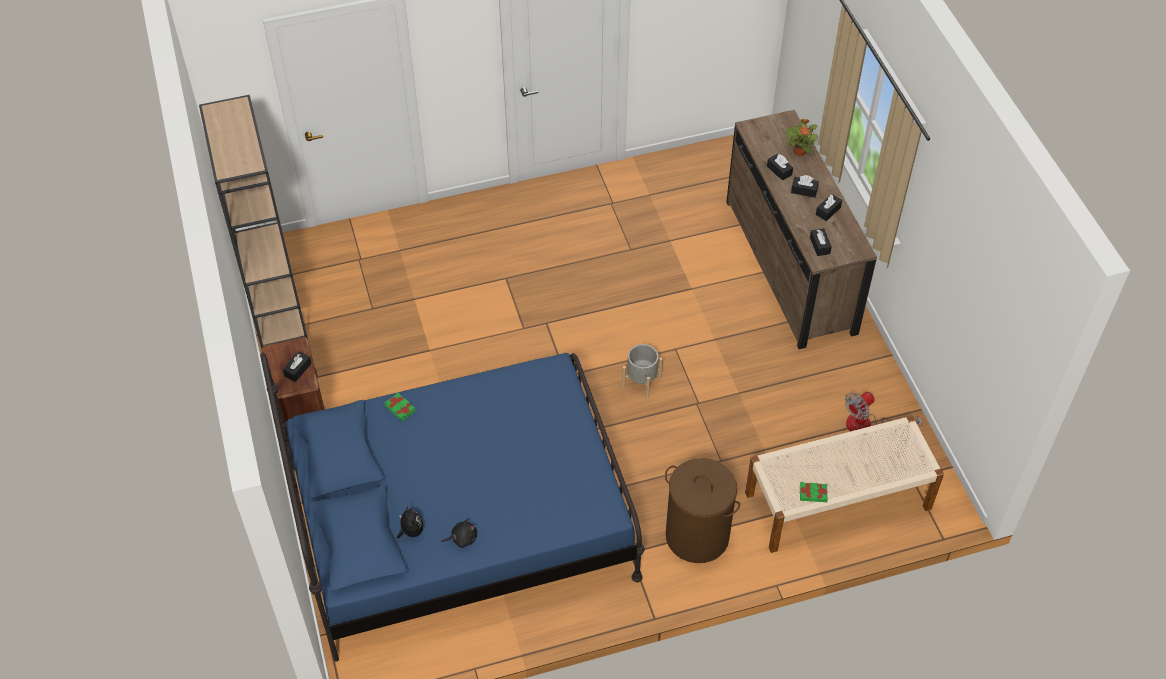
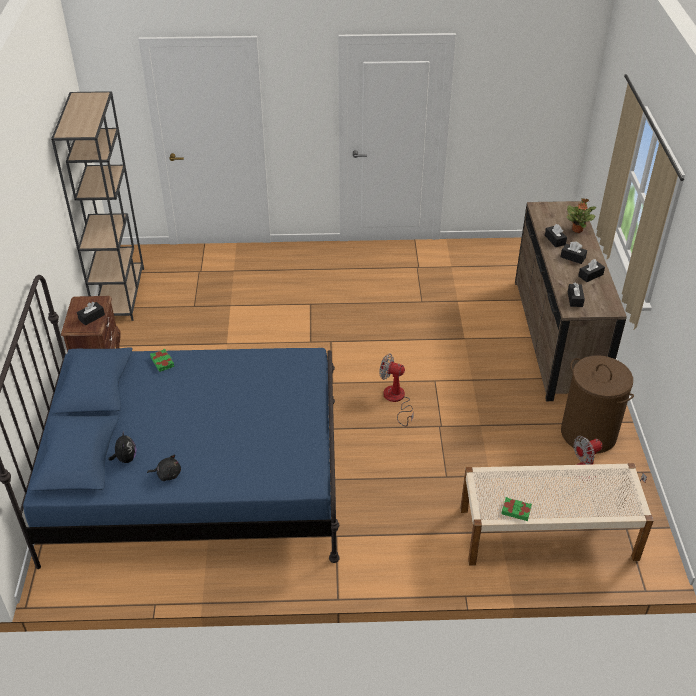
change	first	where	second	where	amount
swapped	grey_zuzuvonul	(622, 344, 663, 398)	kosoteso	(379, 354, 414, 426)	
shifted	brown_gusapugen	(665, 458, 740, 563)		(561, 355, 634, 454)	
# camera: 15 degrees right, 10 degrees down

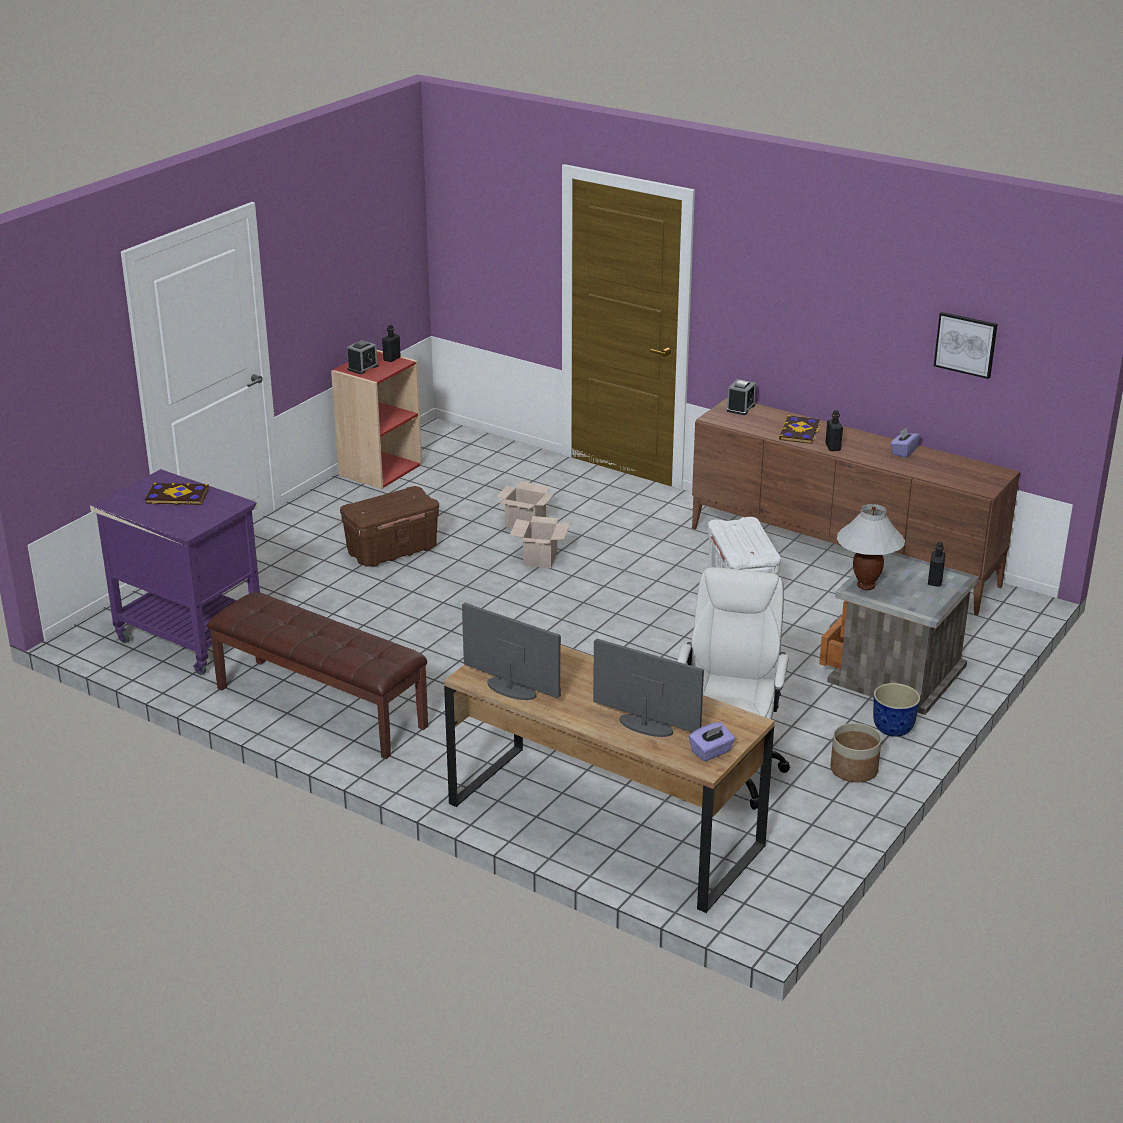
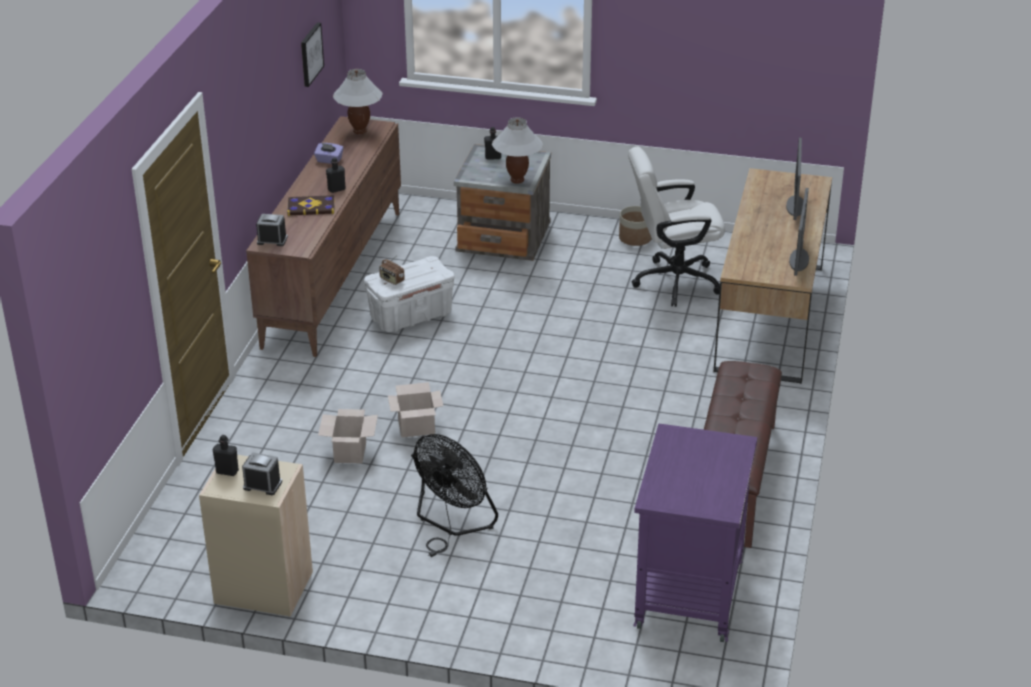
change	first	where	second	where	amount
repainted	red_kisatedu	(331, 350, 422, 489)	beige_kisatedu	(199, 455, 313, 616)	
gone	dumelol	(145, 483, 209, 505)			
swapped	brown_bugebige	(340, 486, 439, 567)	black_kosoteso	(411, 434, 498, 557)	
gone	zuzuvonul	(873, 683, 920, 737)			
gone	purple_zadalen	(689, 722, 735, 761)			
new			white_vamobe	(333, 69, 383, 134)	
new			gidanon	(379, 257, 405, 285)	
# camera: 110 degrees left, 5 degrees up

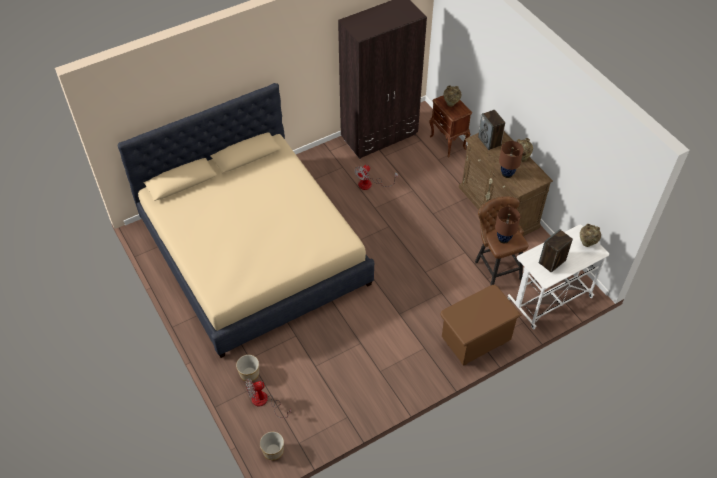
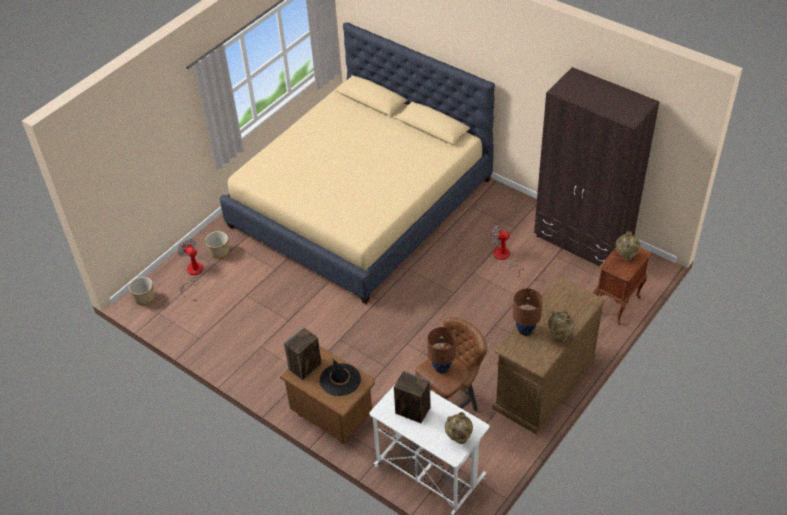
change	first	where	second	where	amount
shifted	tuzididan	(478, 110, 505, 150)		(284, 327, 322, 380)	
new			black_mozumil	(320, 357, 361, 396)	
# camera: 70 degrees right, 5 degrees down

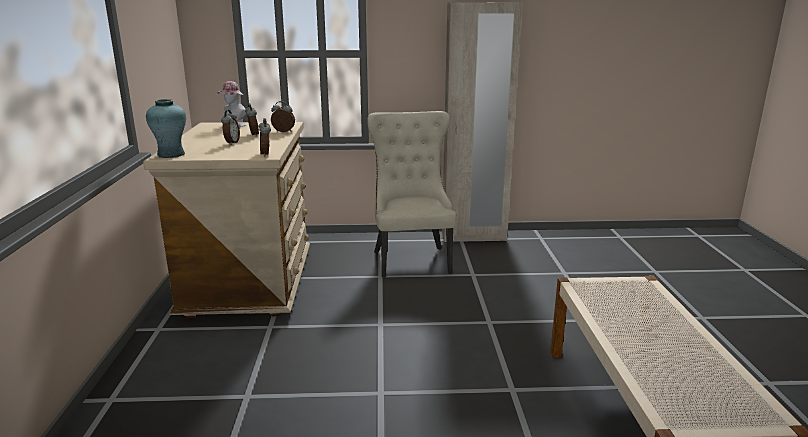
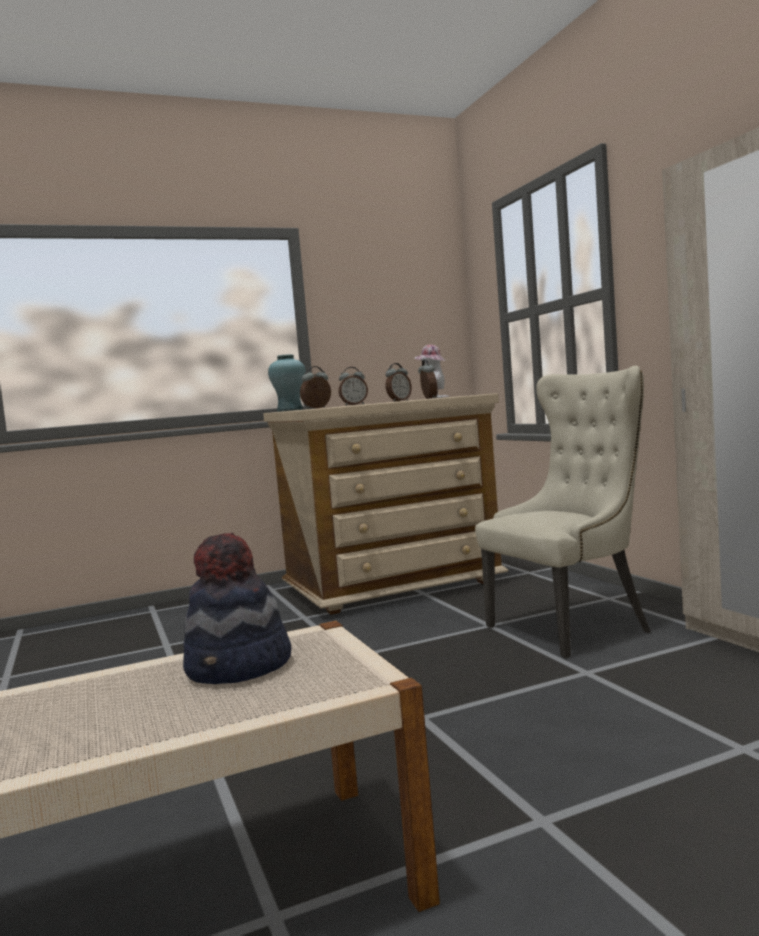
change	first	where	second	where	amount
new			mozumil	(183, 533, 291, 684)	
# camera: 70 degrees right, 15 degrees down

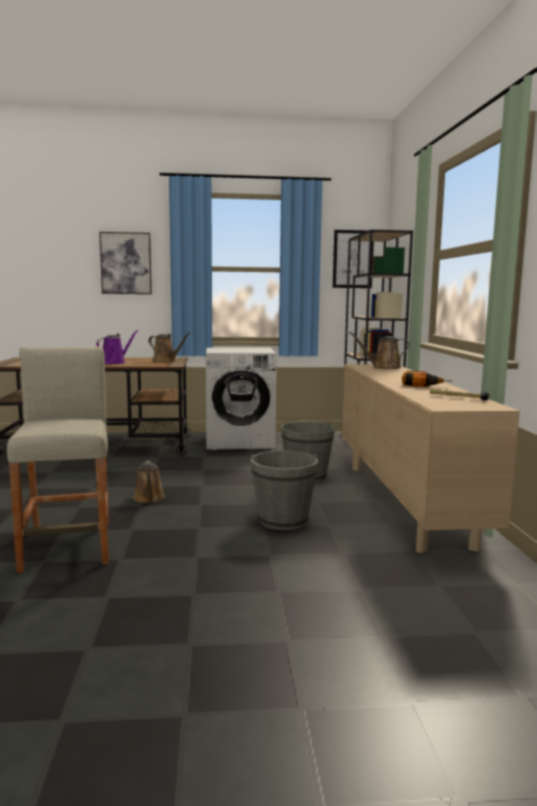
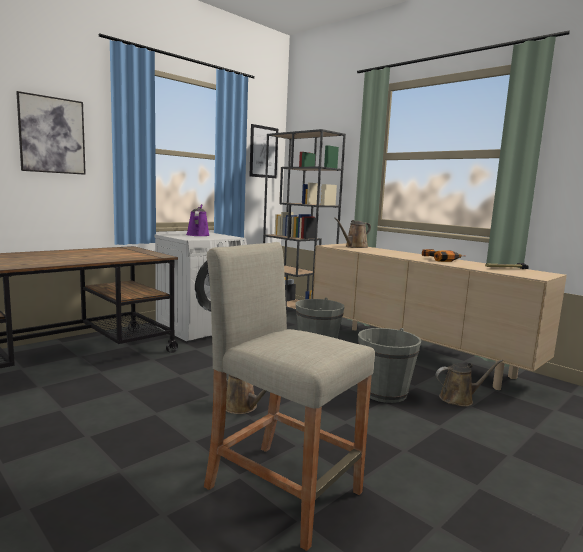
change	first	where	second	where	amount
shifted	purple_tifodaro	(96, 330, 138, 364)		(186, 204, 210, 236)	
shifted	brown_tifodaro	(149, 332, 191, 363)		(436, 360, 503, 406)	
# camera: 40 degrees left, 0 degrees up

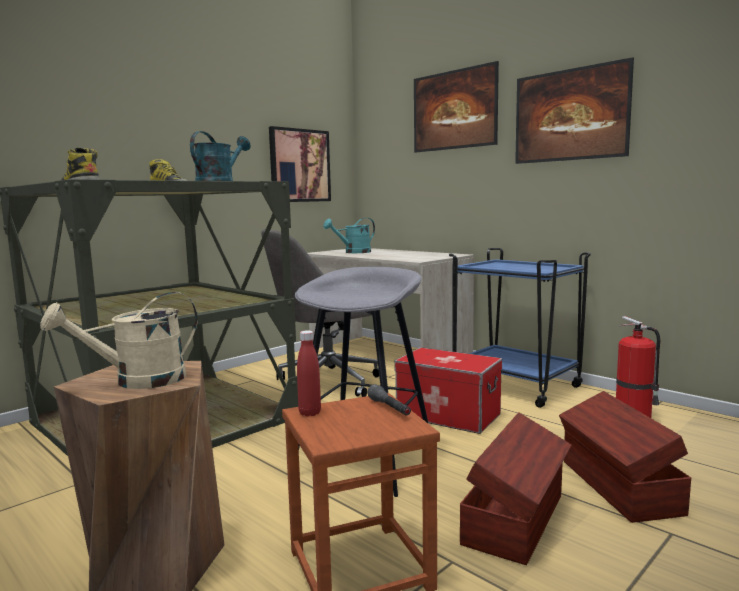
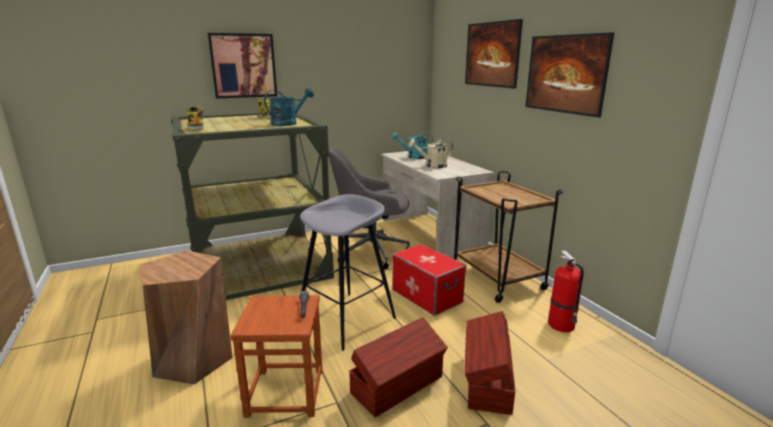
change	first	where	second	where	amount
shifted	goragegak	(269, 126, 331, 202)		(207, 33, 277, 99)	
repainted	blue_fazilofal	(449, 248, 591, 408)	brown_fazilofal	(454, 171, 563, 303)	
shifted	beige_tifodaro	(40, 292, 198, 389)		(409, 138, 453, 168)	
gone	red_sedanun	(297, 330, 321, 416)			
# camera: 20 degrees right, 10 degrees up

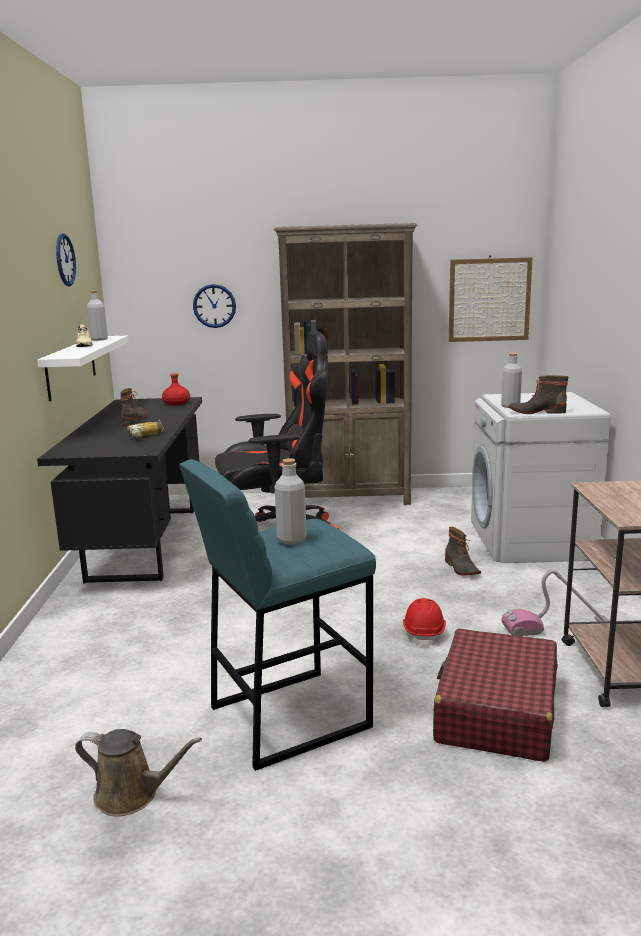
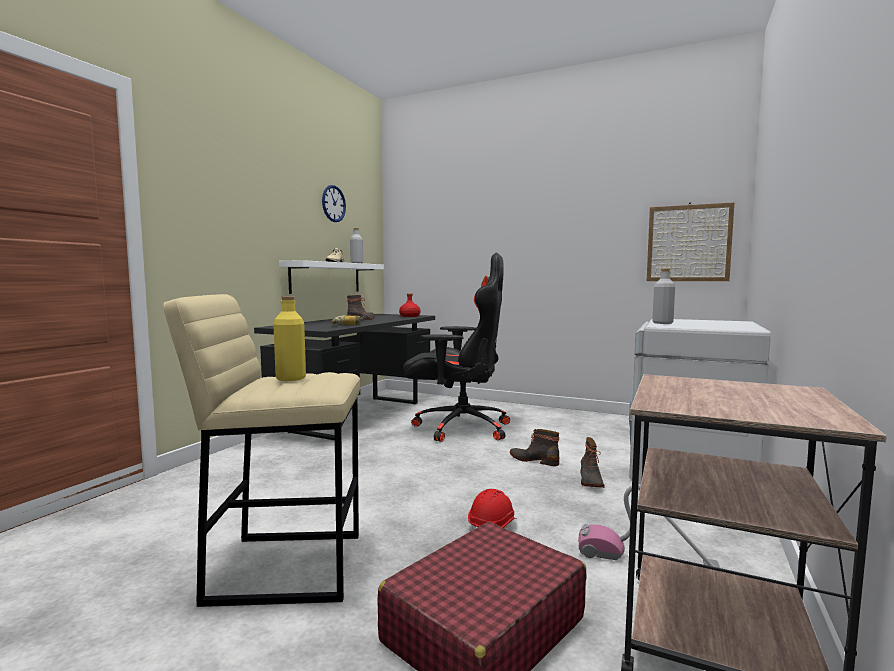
change	first	where	second	where	amount
gone	brown_kisatedu	(274, 223, 417, 505)			
gone	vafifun	(193, 284, 236, 328)			
shifted	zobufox	(509, 375, 568, 414)		(510, 429, 560, 466)	
repainted	grey_sedanun	(275, 458, 307, 544)	yellow_sedanun	(273, 296, 306, 381)	
repainted	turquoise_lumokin	(179, 459, 376, 771)	beige_lumokin	(163, 294, 361, 607)	
gone	brown_tifodaro	(75, 729, 202, 817)			
# camera: 25 degrees right, 10 degrees down

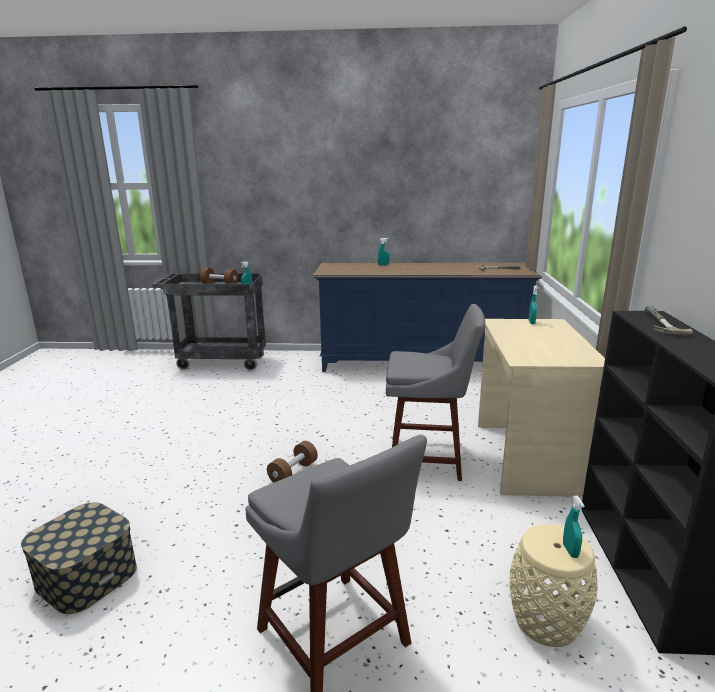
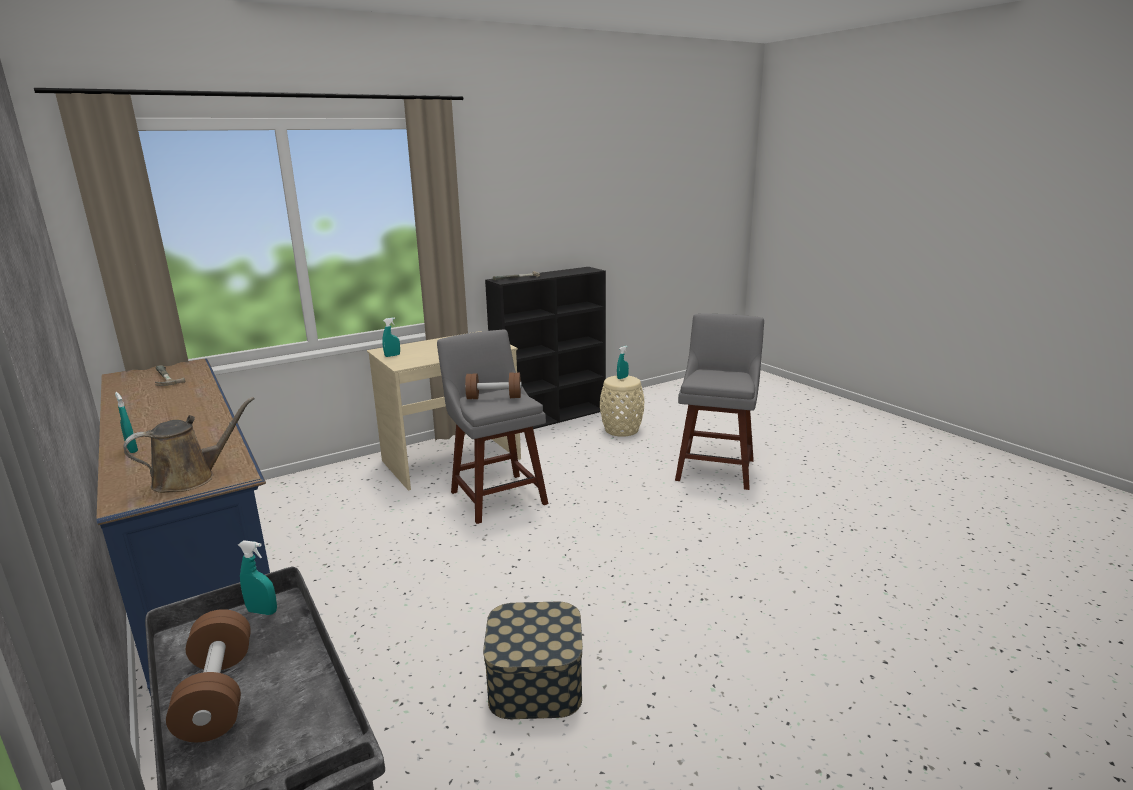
change	first	where	second	where	amount
shifted	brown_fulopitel	(267, 441, 318, 483)		(465, 373, 522, 399)	
shifted	bugebige	(21, 503, 137, 614)		(483, 602, 583, 719)	
new			brown_tifodaro	(124, 397, 254, 493)	
# camera: 125 degrees left, 0 degrees up

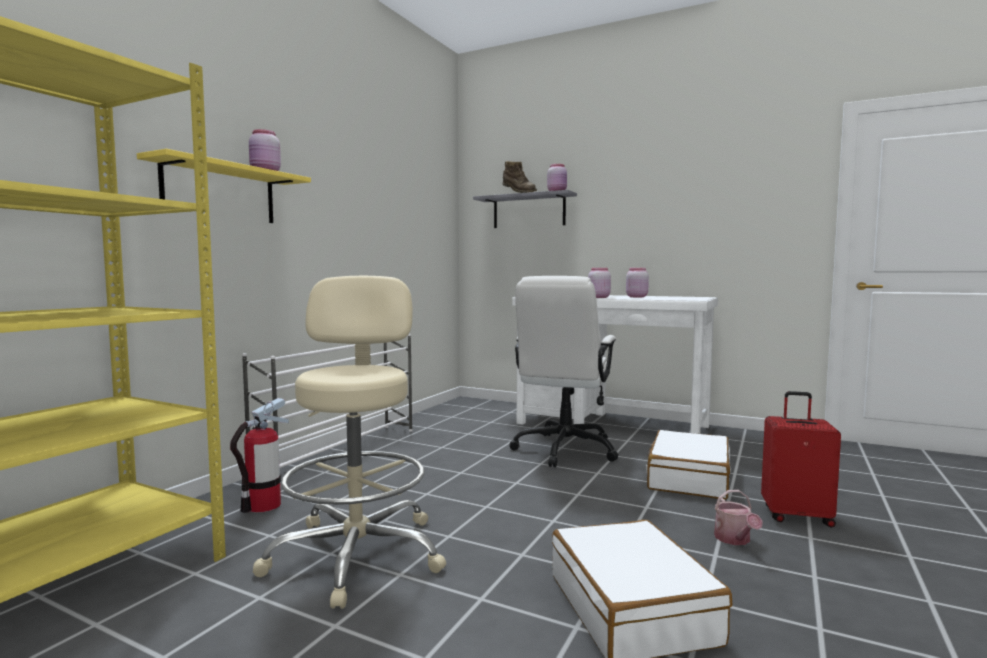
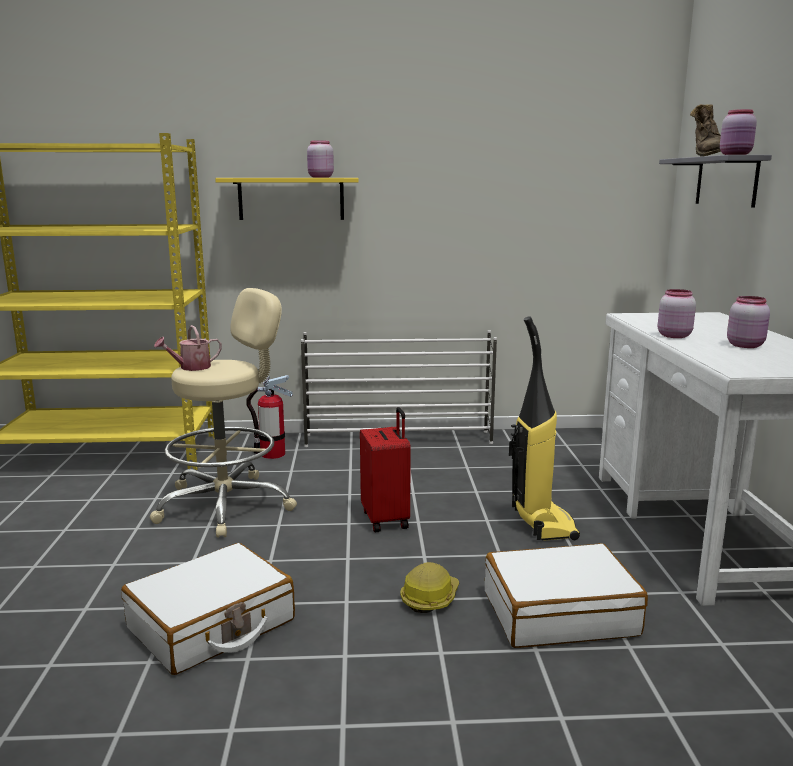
change	first	where	second	where	amount
swapped	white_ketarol	(509, 276, 618, 467)	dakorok	(509, 316, 580, 540)	
shifted	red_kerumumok	(761, 391, 841, 528)		(360, 407, 411, 532)	
shifted	tifodaro	(714, 490, 763, 545)		(154, 325, 222, 371)	
new			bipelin	(400, 562, 459, 613)	
# camera: 60 degrees right, 10 degrees up

